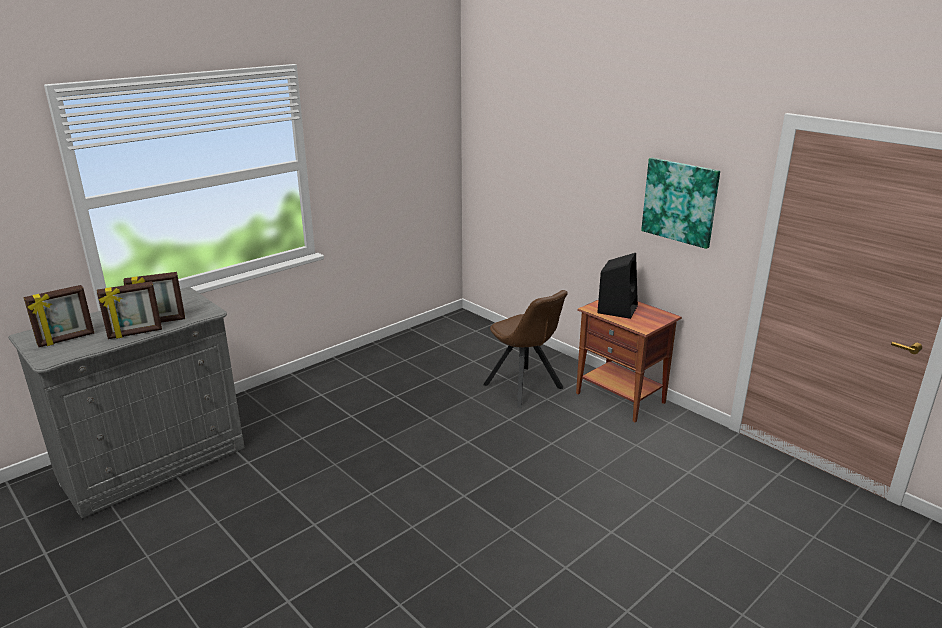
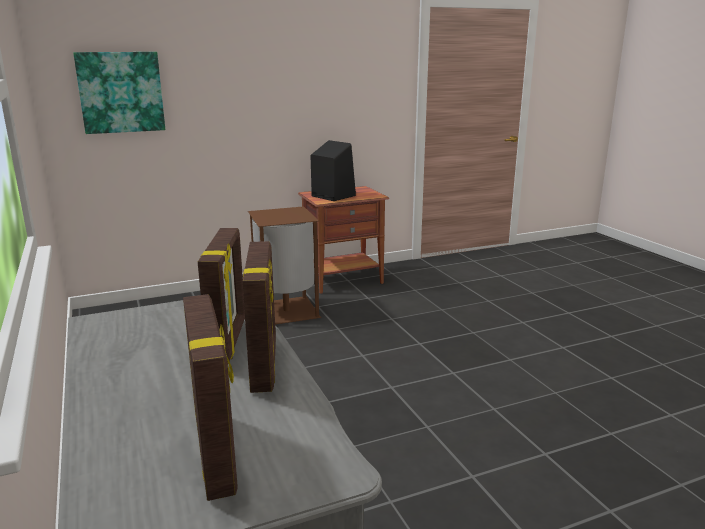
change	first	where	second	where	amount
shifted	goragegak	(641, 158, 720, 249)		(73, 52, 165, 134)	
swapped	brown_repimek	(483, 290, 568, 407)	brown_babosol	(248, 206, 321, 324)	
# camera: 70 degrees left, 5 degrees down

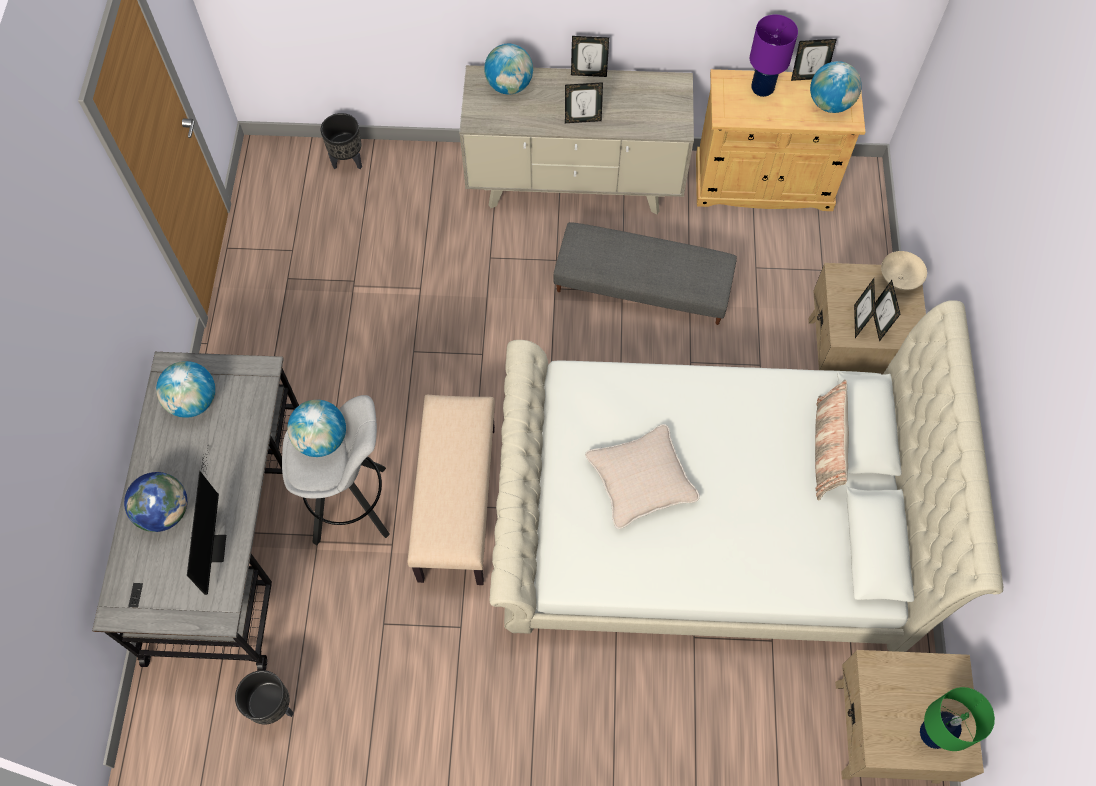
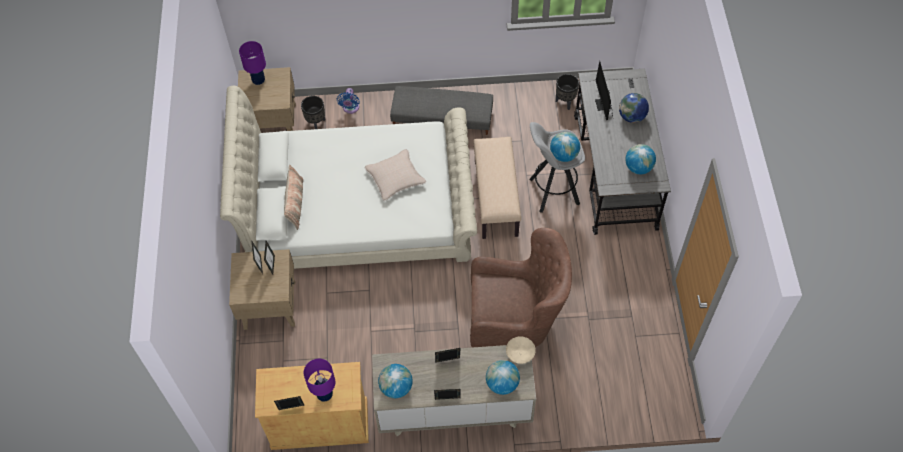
change	first	where	second	where	amount
shifted	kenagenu	(810, 61, 862, 113)		(378, 364, 413, 398)	
shifted	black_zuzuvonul	(321, 113, 362, 169)		(301, 96, 325, 129)	
shifted	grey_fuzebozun	(553, 222, 737, 325)		(390, 86, 493, 135)	
shifted	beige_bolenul	(881, 251, 927, 290)		(506, 336, 536, 364)	
repainted	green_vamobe	(920, 687, 995, 751)	purple_vamobe	(239, 41, 266, 85)	
new			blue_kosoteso	(337, 88, 360, 114)	
new			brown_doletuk	(470, 228, 572, 348)	
# camera: 175 degrees right, 5 degrees down

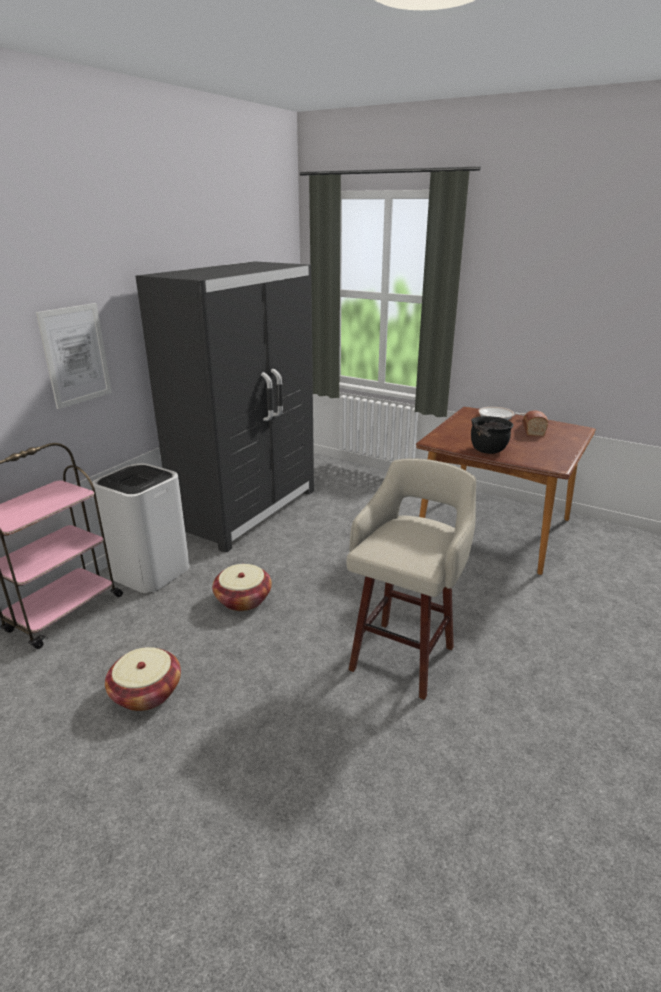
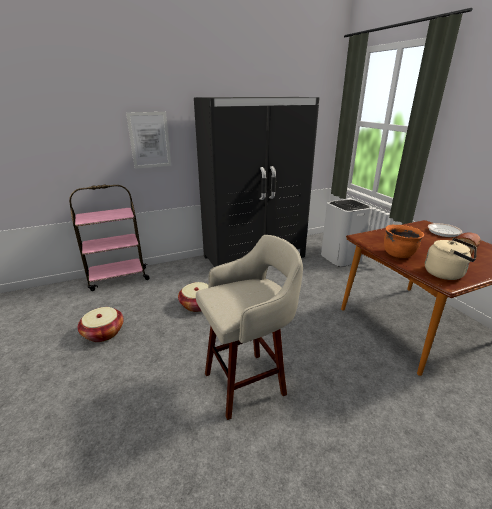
change	first	where	second	where	amount
repainted	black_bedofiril	(471, 416, 513, 454)	orange_bedofiril	(384, 224, 424, 258)	
shifted	white_babosol	(92, 463, 190, 593)		(321, 199, 372, 267)	
new			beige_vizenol	(425, 238, 477, 280)	
# camera: 35 degrees right, 0 degrees up

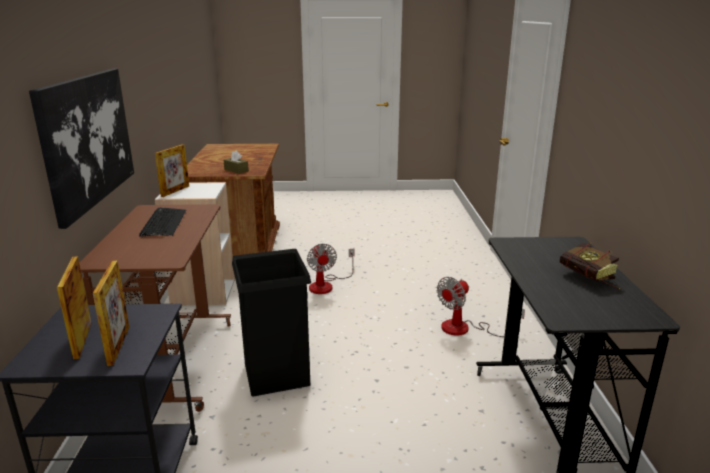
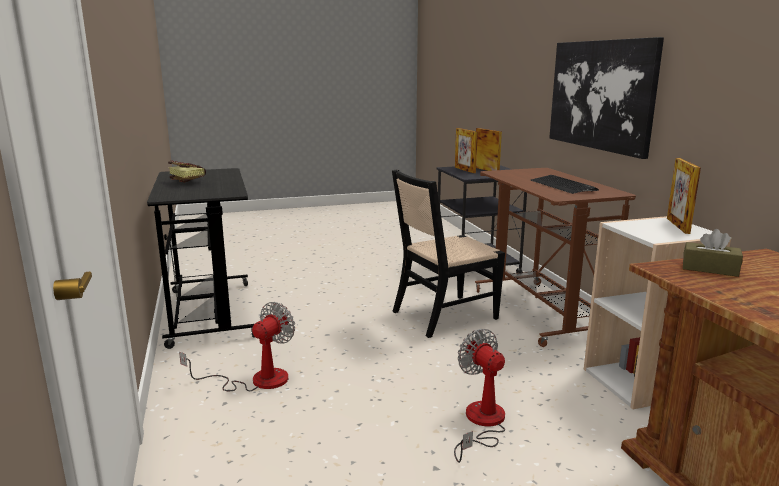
change	first	where	second	where	amount
swapped	black_babosol	(232, 249, 311, 396)	repimek	(392, 169, 505, 338)	
# camera: 165 degrees right, 5 degrees down

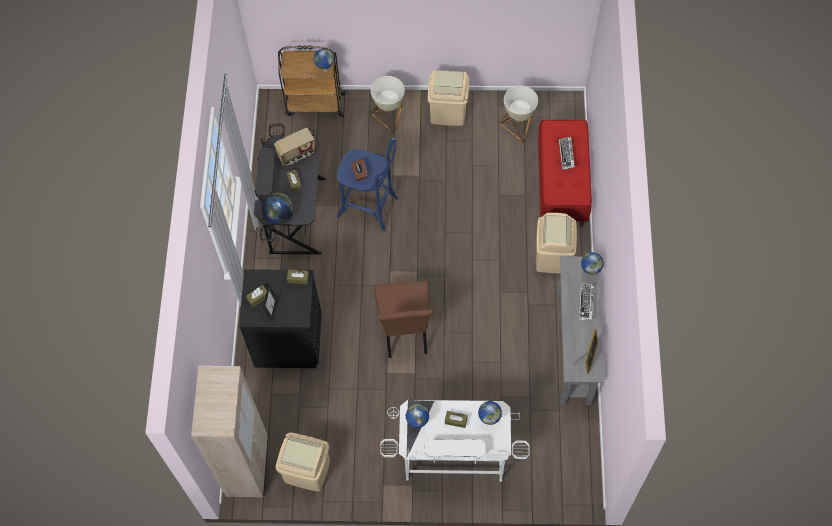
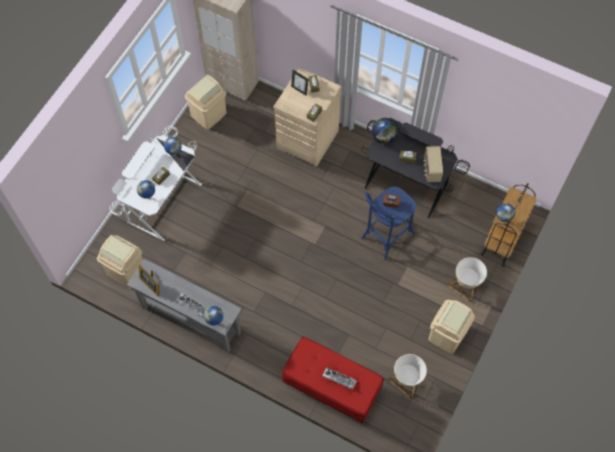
change	first	where	second	where	amount
shifted	beige_babosol	(536, 213, 577, 273)		(97, 235, 143, 288)	
repainted	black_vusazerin	(239, 269, 322, 368)	beige_vusazerin	(273, 68, 341, 167)	
gone	brown_repimek	(374, 281, 433, 358)			
# camera: 115 degrees right, 0 degrees up

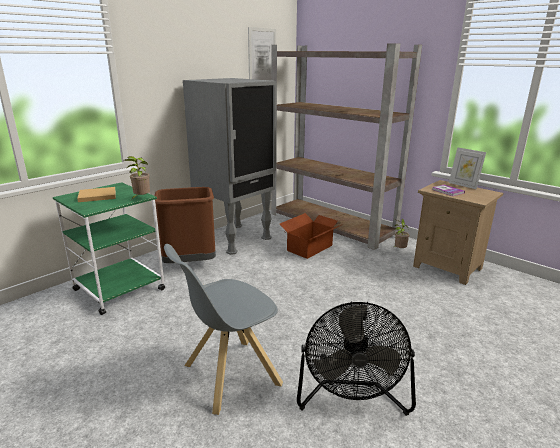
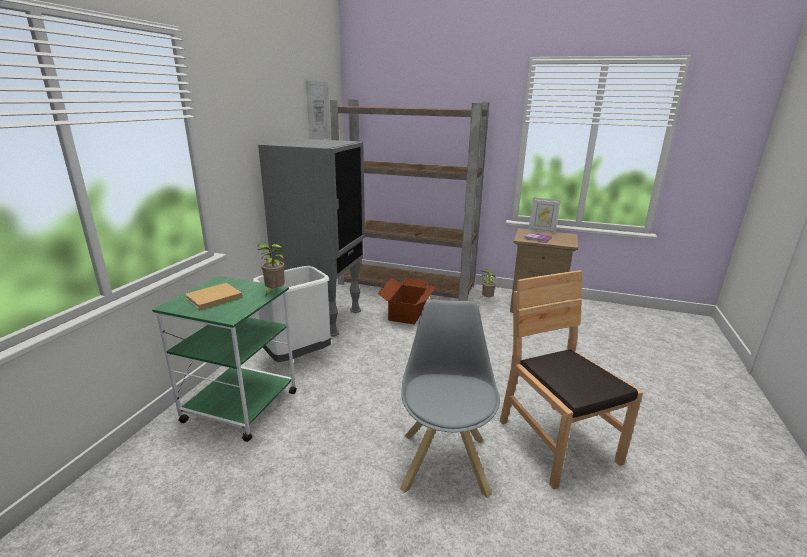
change	first	where	second	where	amount
repainted	brown_babosol	(155, 187, 216, 263)	white_babosol	(253, 266, 331, 362)	
rotated	grey_repimek	(164, 244, 283, 415)		(400, 299, 500, 498)	150 degrees clockwise
swapped	black_kosoteso	(297, 301, 416, 416)	brown_repimek	(500, 270, 643, 490)	
# camera: 25 degrees left, 0 degrees up

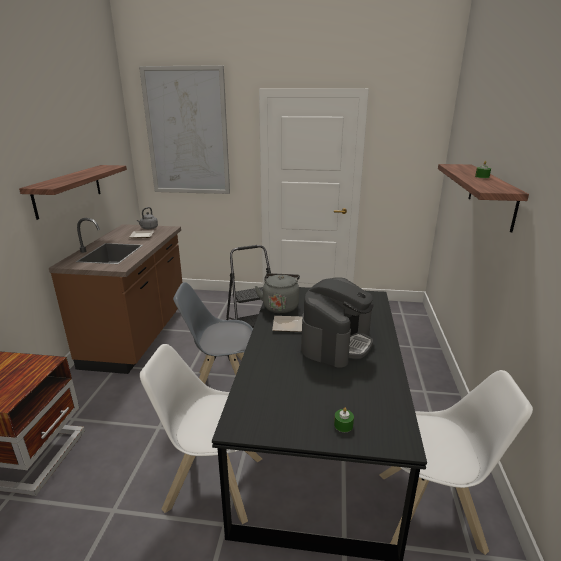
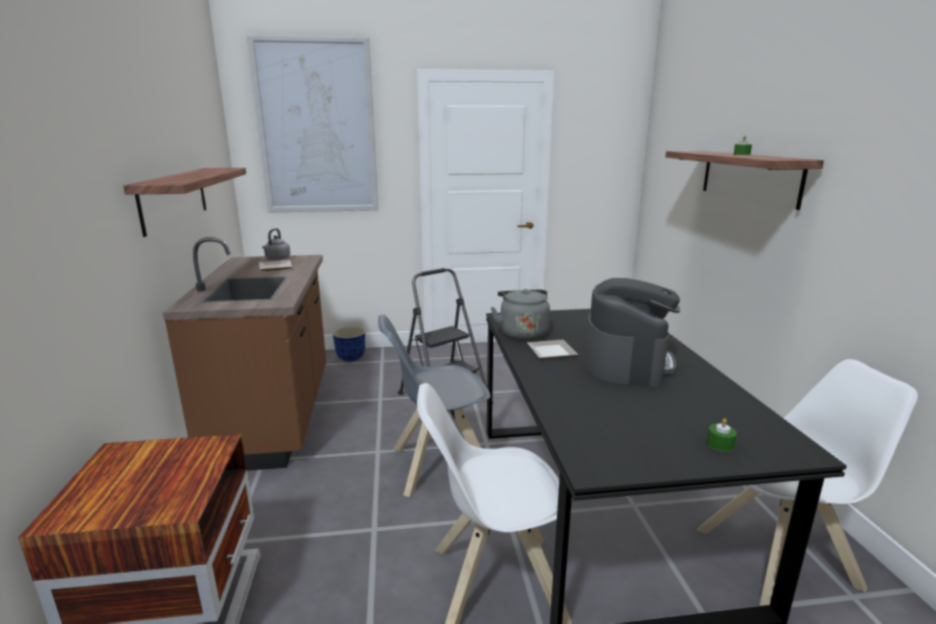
change	first	where	second	where	amount
new			zuzuvonul	(333, 326, 365, 361)	
# camera: 15 degrees left, 5 degrees down

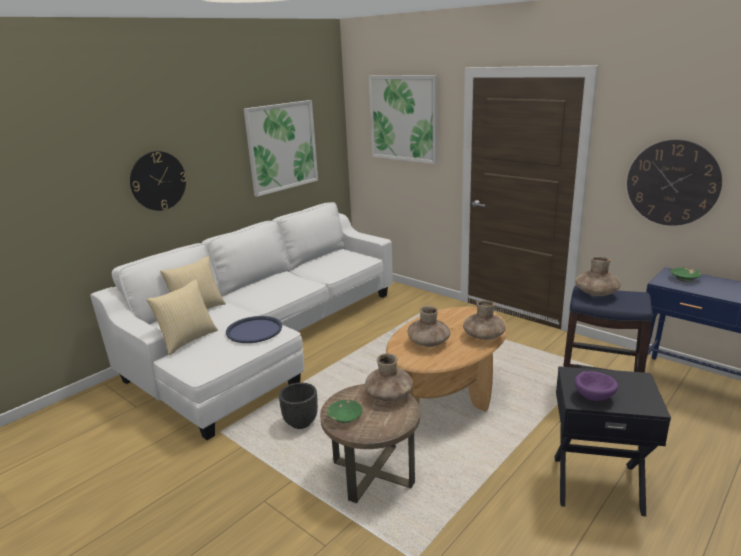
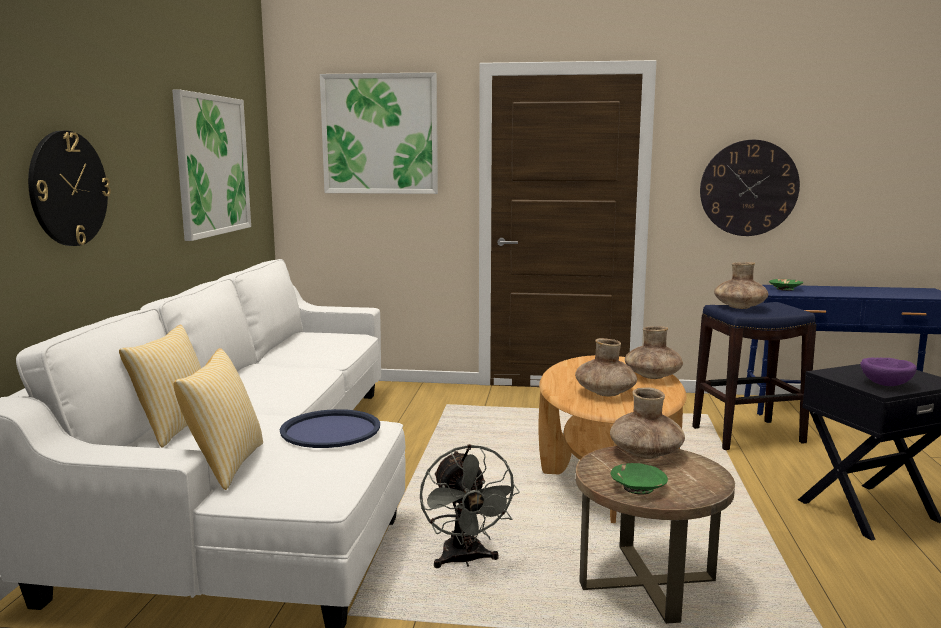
change	first	where	second	where	amount
swapped	black_zuzuvonul	(279, 382, 318, 429)	grey_kosoteso	(420, 444, 520, 568)	
# camera: 35 degrees left, 10 degrees down

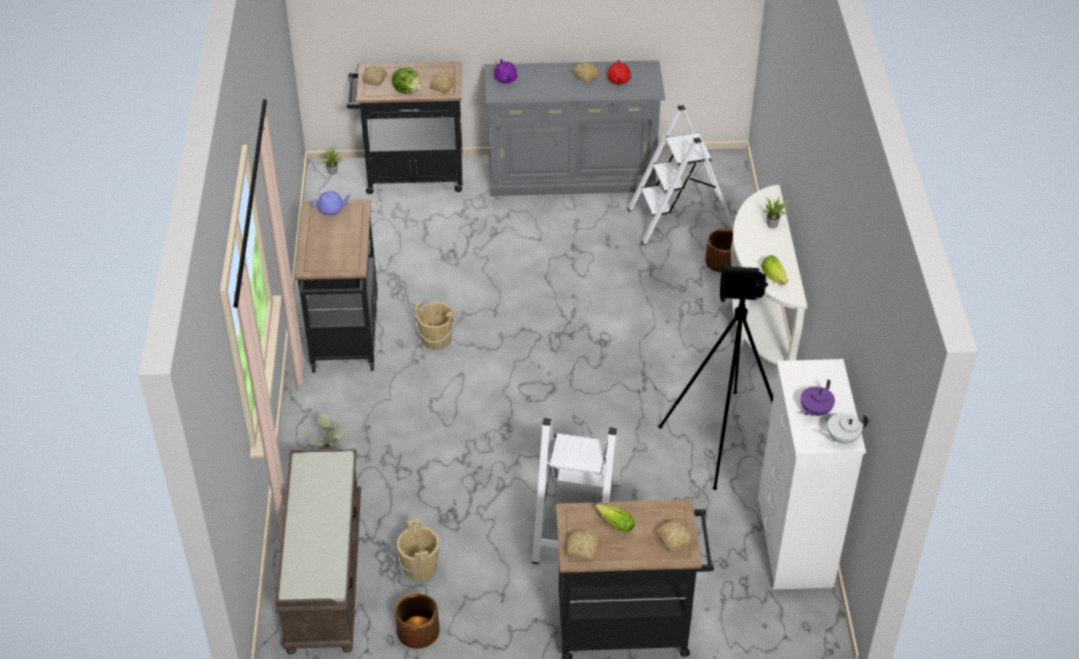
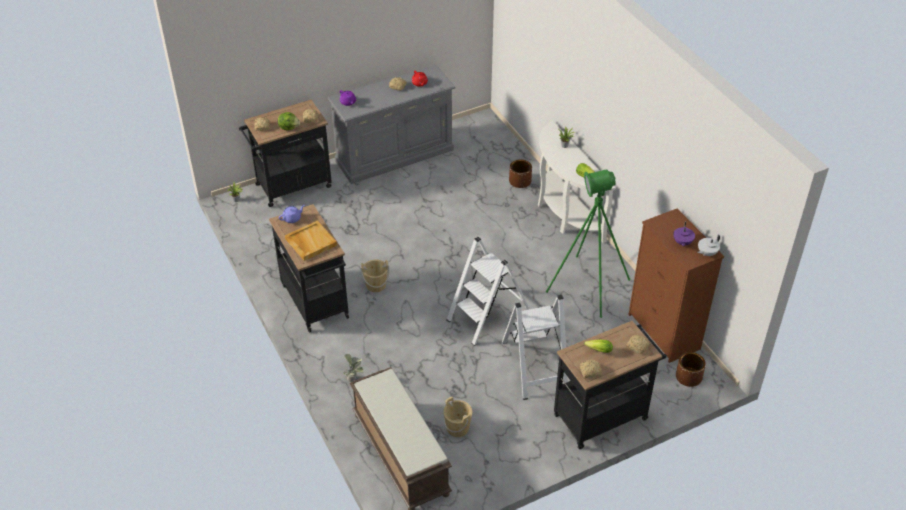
change	first	where	second	where	amount
shifted	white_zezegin	(627, 105, 734, 245)		(446, 237, 530, 346)	
repainted	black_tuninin	(658, 262, 773, 490)	green_tuninin	(546, 169, 630, 318)	
repainted	white_vusazerin	(758, 359, 866, 589)	brown_vusazerin	(629, 208, 724, 363)	
shifted	brown_zuzuvonul	(395, 593, 440, 649)		(676, 352, 706, 387)	
new			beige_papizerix	(285, 220, 337, 261)	
# camera: 25 degrees left, 0 degrees up

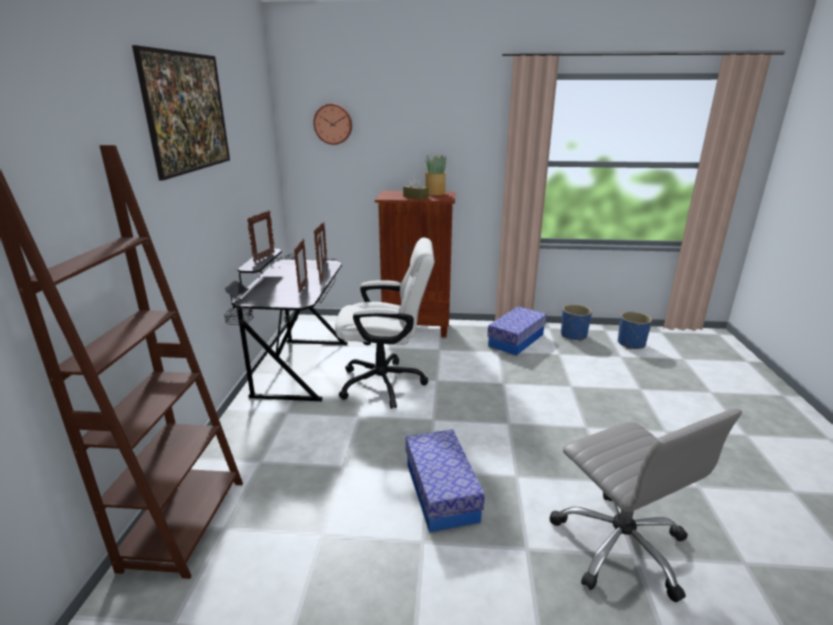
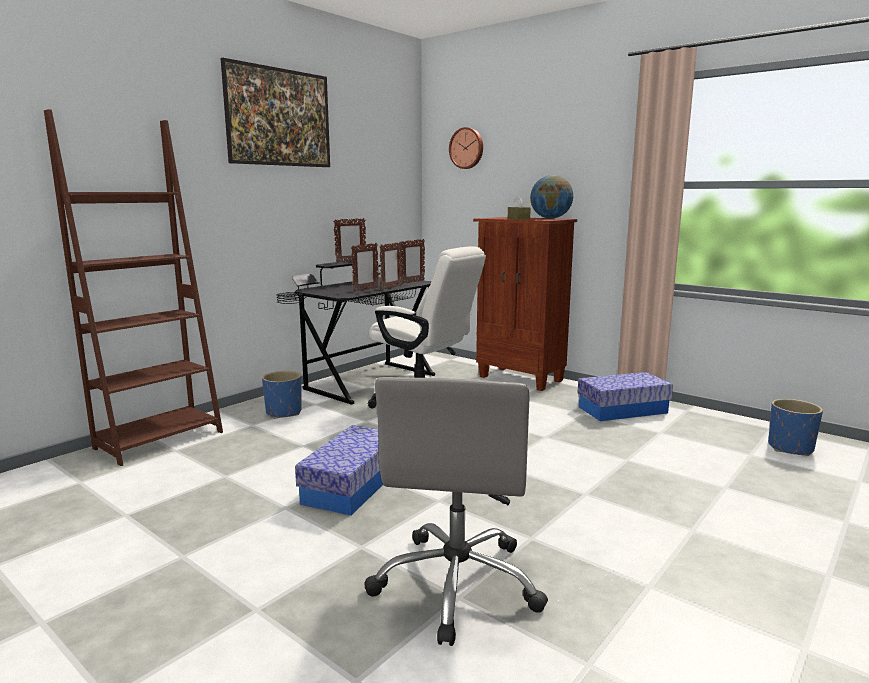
change	first	where	second	where	amount
swapped	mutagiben	(425, 155, 447, 195)	kenagenu	(530, 175, 573, 219)	
shifted	blue_zuzuvonul	(561, 304, 592, 341)		(262, 371, 302, 419)	
# camera: 35 degrees right, 10 degrees down

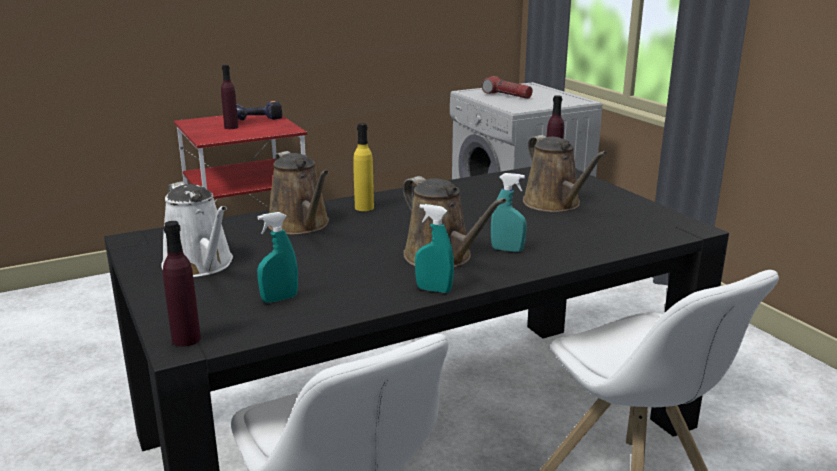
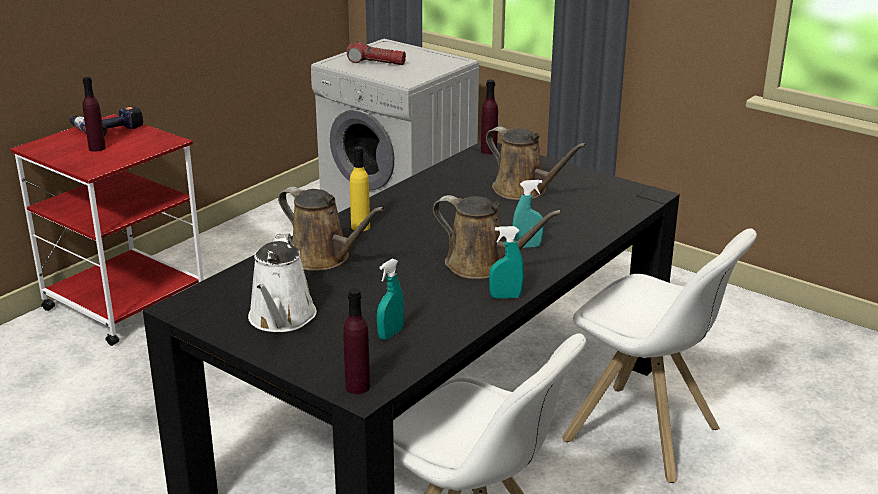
change	first	where	second	where	amount
rotated	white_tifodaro	(161, 181, 233, 277)		(248, 234, 317, 332)	60 degrees clockwise
# camera: 25 degrees left, 5 degrees up

